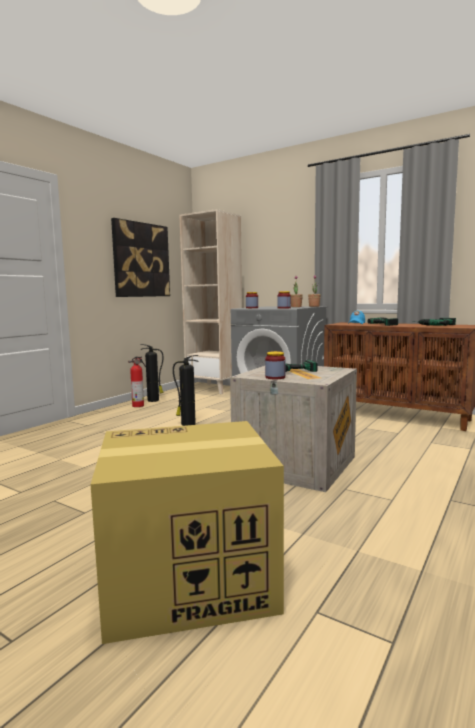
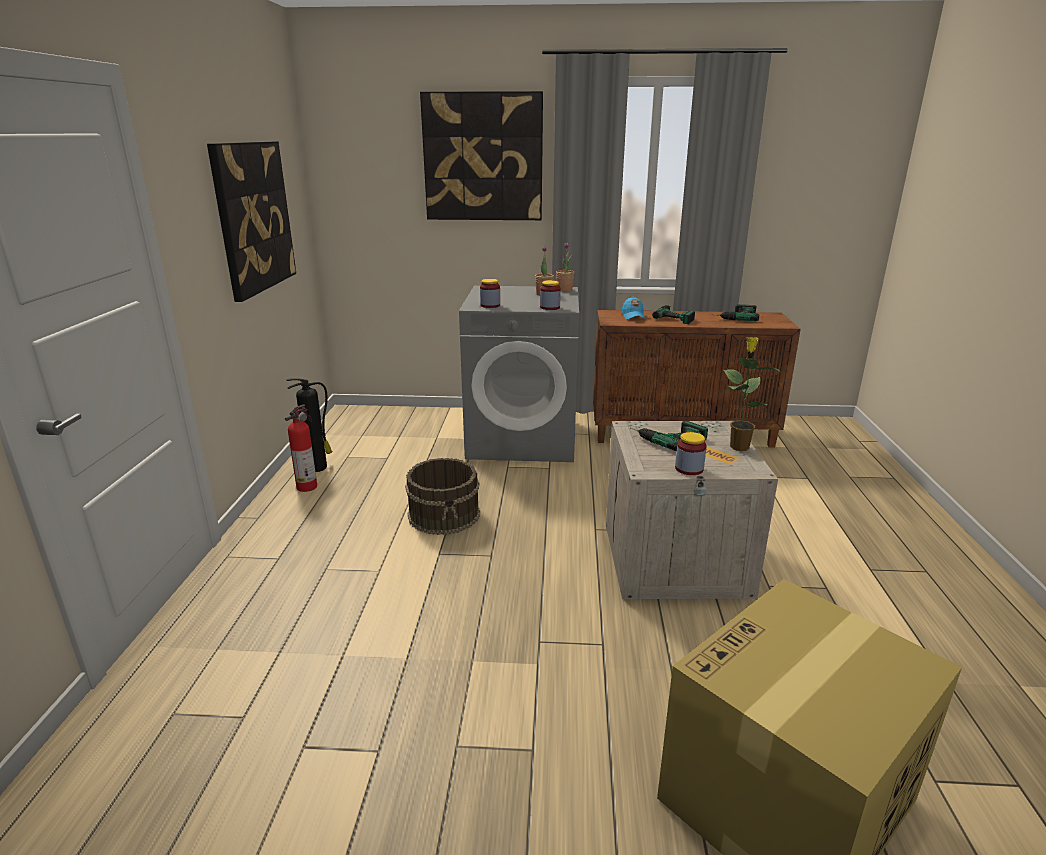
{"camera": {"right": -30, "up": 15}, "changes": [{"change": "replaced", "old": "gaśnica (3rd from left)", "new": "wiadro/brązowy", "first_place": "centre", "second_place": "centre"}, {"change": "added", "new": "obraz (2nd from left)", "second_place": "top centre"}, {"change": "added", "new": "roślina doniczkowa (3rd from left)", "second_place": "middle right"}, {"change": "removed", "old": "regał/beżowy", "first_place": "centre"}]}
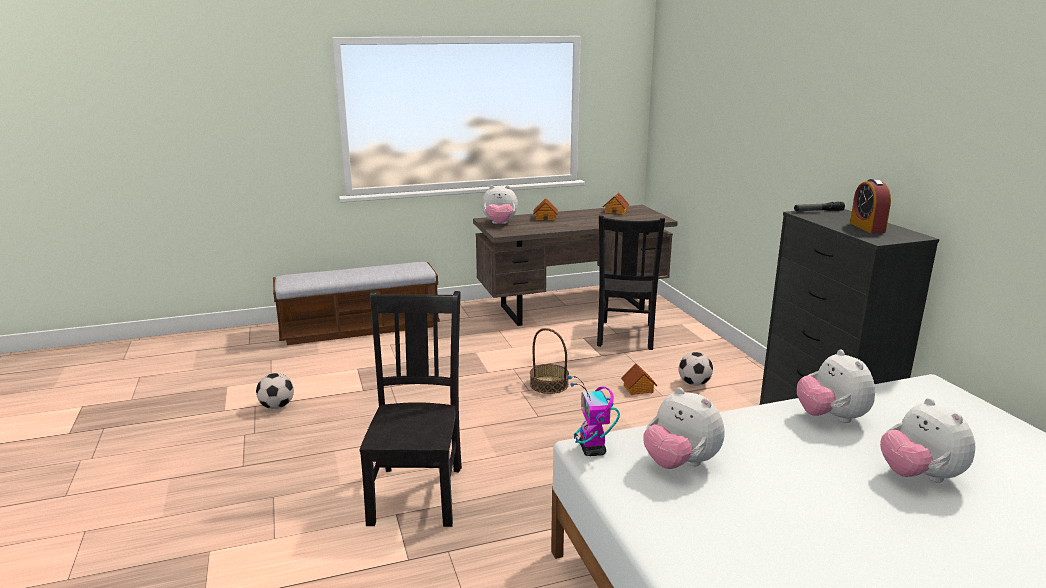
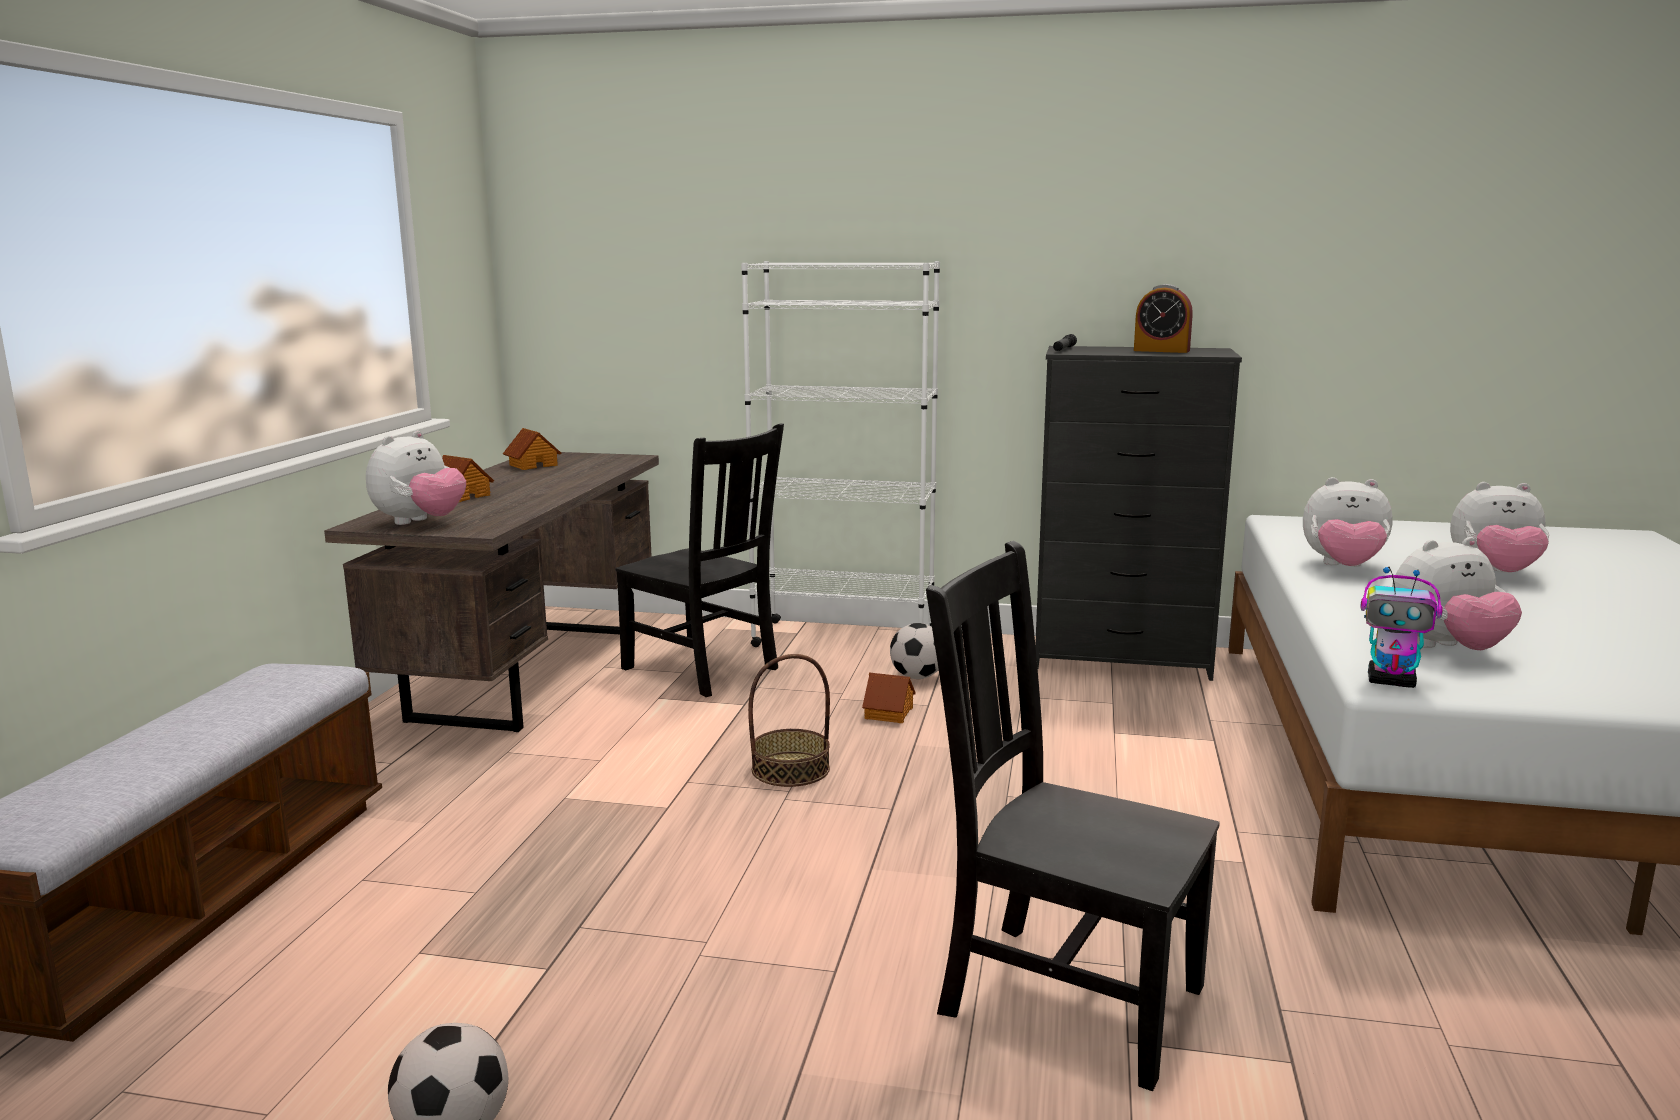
{"camera": {"right": -60, "up": -5}, "changes": [{"change": "added", "new": "regał/biały", "second_place": "centre"}]}
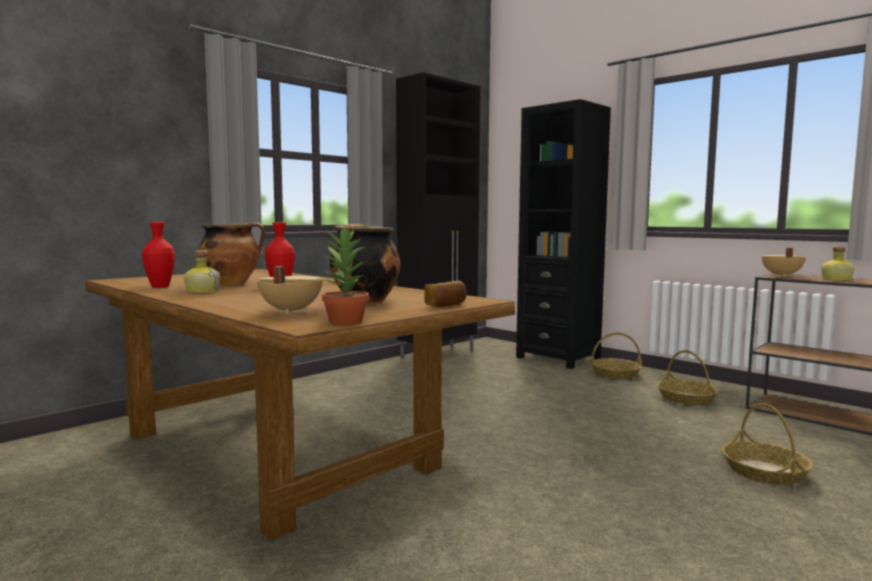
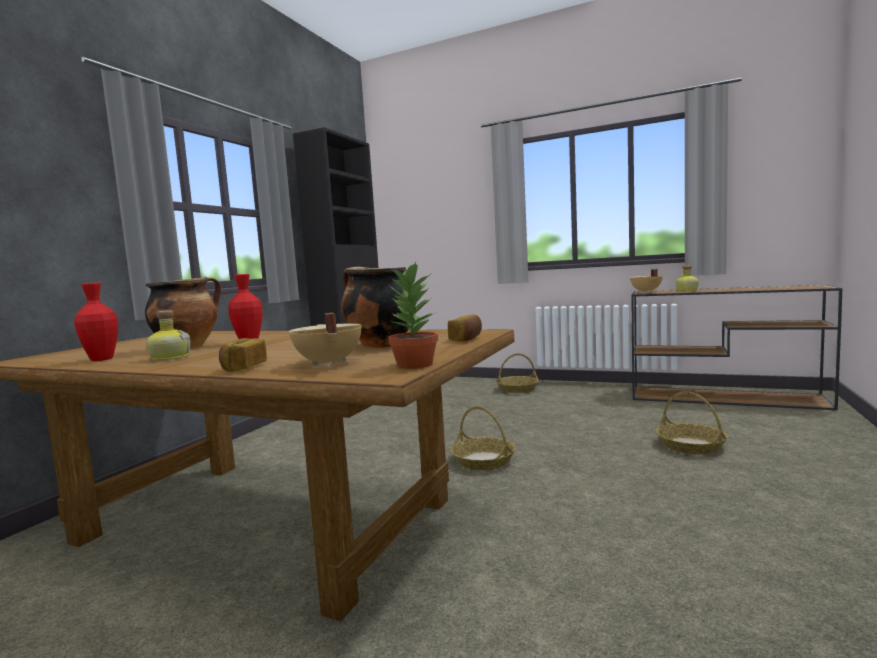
{"camera": {"right": -20, "up": 0}, "changes": [{"change": "added", "new": "chleb (1st from left)", "second_place": "middle left"}, {"change": "moved", "old": "koszyk (2nd from left in the first image)", "new": "koszyk (1st from left)", "first_place": "middle right", "second_place": "centre"}, {"change": "removed", "old": "regał/czarny", "first_place": "centre"}]}
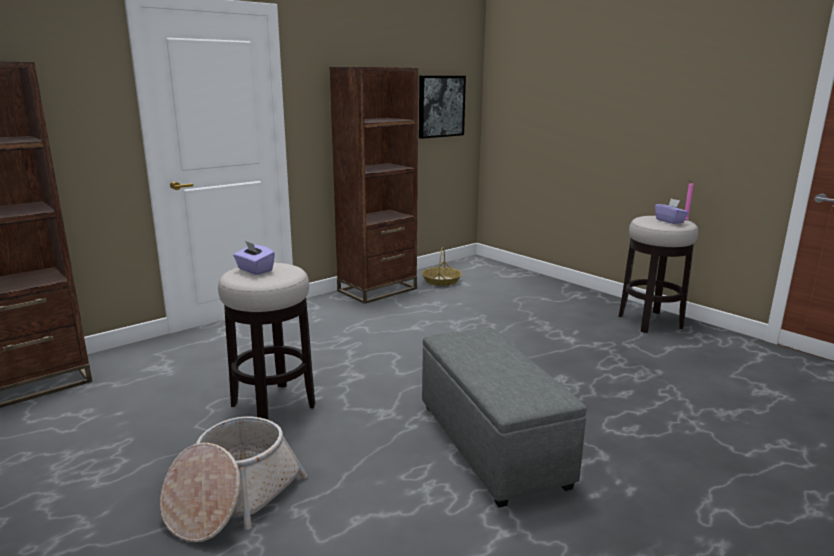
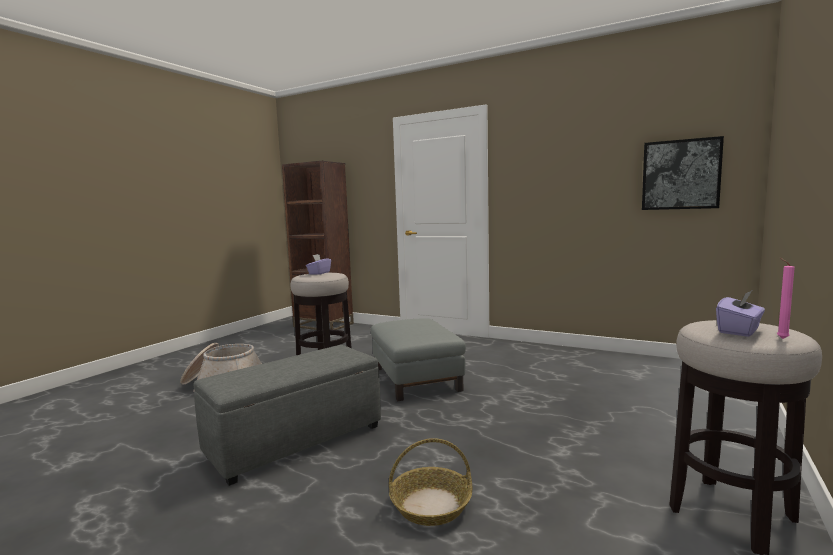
{"camera": {"right": 70, "up": -10}, "changes": [{"change": "added", "new": "pufa/szary (2nd from left)", "second_place": "centre"}, {"change": "moved", "old": "koszyk (2nd from left)", "first_place": "centre", "second_place": "bottom centre"}, {"change": "removed", "old": "regał/brązowy (2nd from left)", "first_place": "top centre"}]}
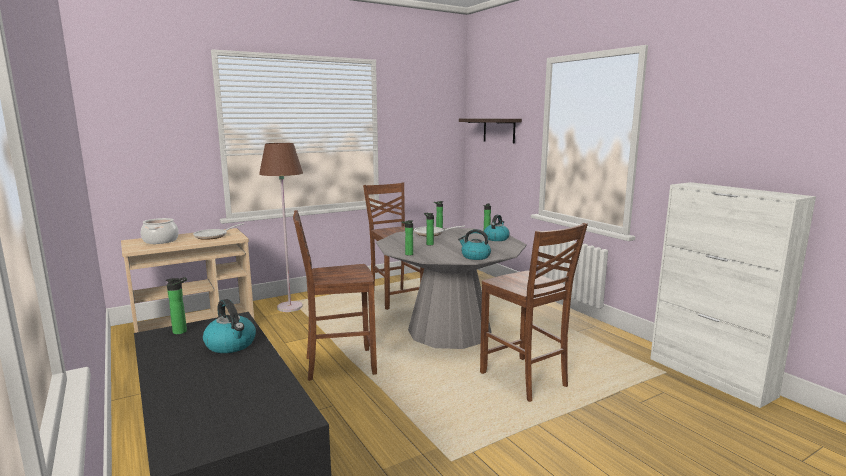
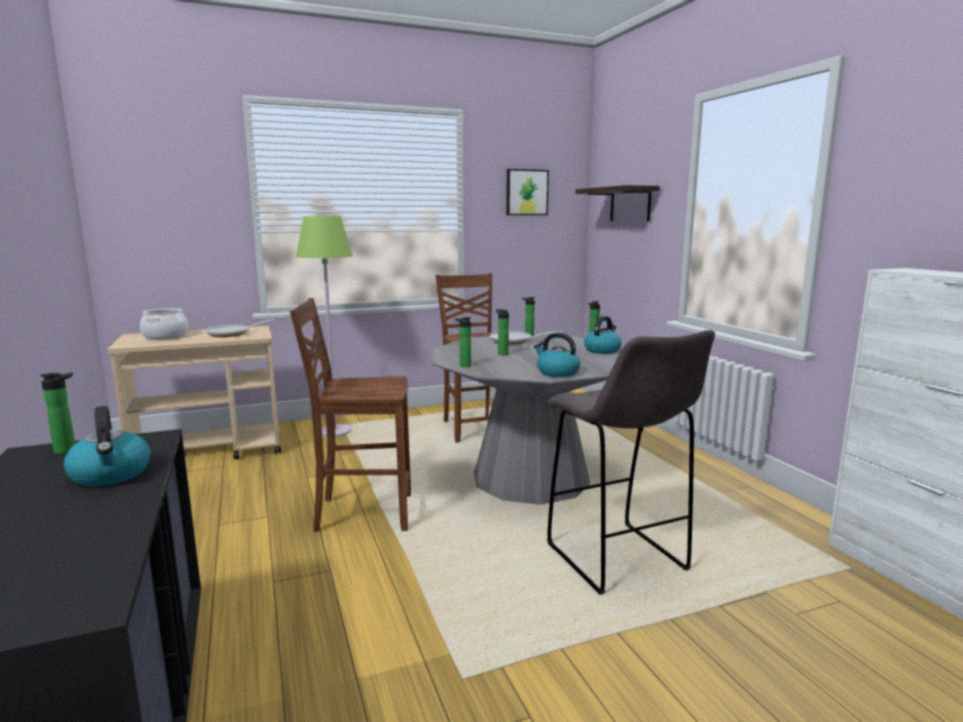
{"camera": {"right": 10, "up": 0}, "changes": [{"change": "recoloured", "old": "lampa stojąca/brązowy", "new": "lampa stojąca/zielony", "first_place": "middle left", "second_place": "centre"}, {"change": "added", "new": "obraz", "second_place": "top centre"}, {"change": "replaced", "old": "krzesło/brązowy (3rd from left)", "new": "stołek/szary", "first_place": "centre", "second_place": "centre"}]}
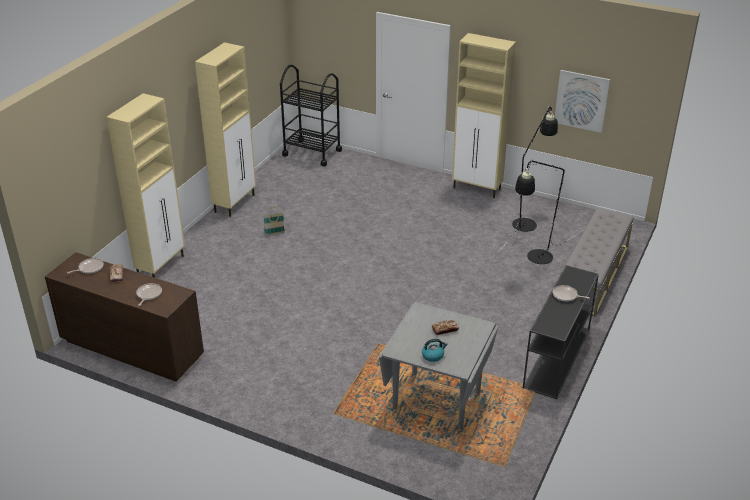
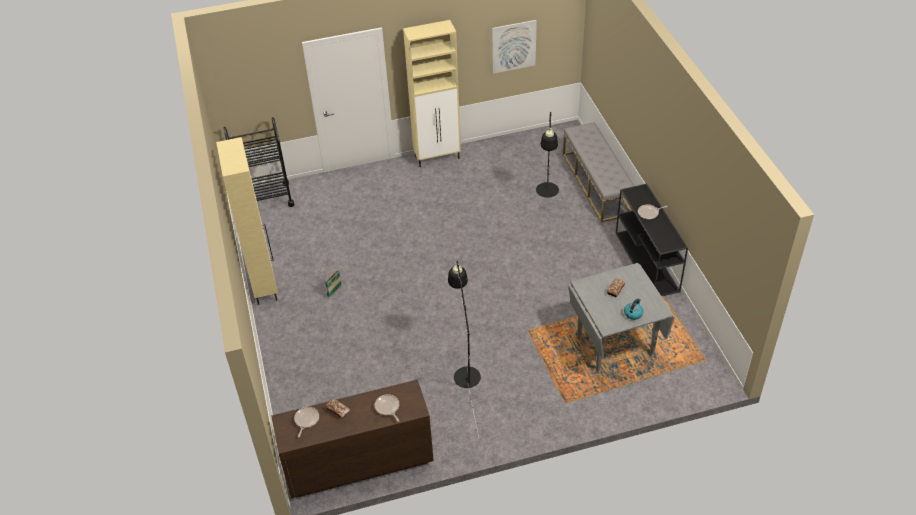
{"camera": {"right": -40, "up": 10}, "changes": [{"change": "moved", "old": "lampa stojąca/czarny (1st from left)", "first_place": "middle right", "second_place": "bottom centre"}, {"change": "removed", "old": "szafka/beżowy (1st from left)", "first_place": "middle left"}]}
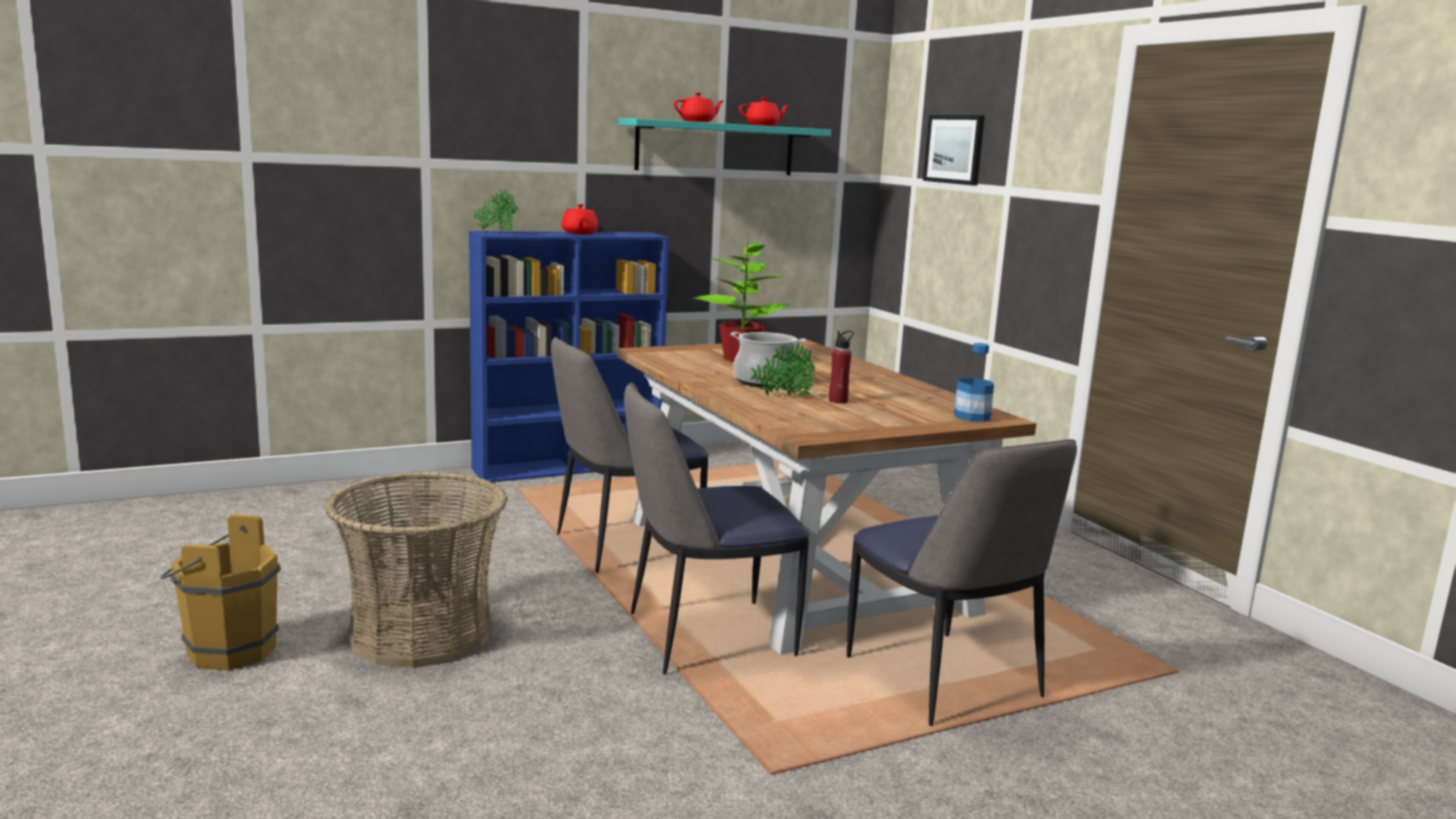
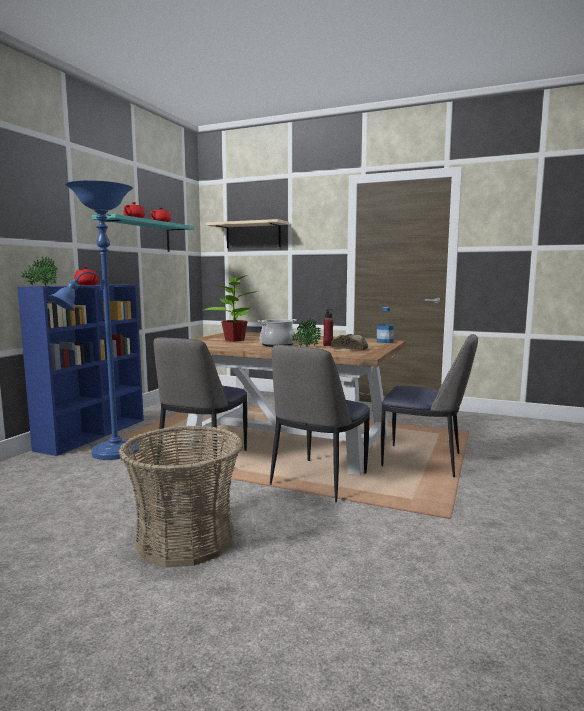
{"camera": {"right": -40, "up": -5}, "changes": [{"change": "added", "new": "lampa stojąca/niebieski", "second_place": "middle left"}, {"change": "replaced", "old": "obraz", "new": "półka/beżowy", "first_place": "top centre", "second_place": "top centre"}, {"change": "added", "new": "chleb", "second_place": "centre"}, {"change": "removed", "old": "wiadro/brązowy", "first_place": "bottom left"}]}
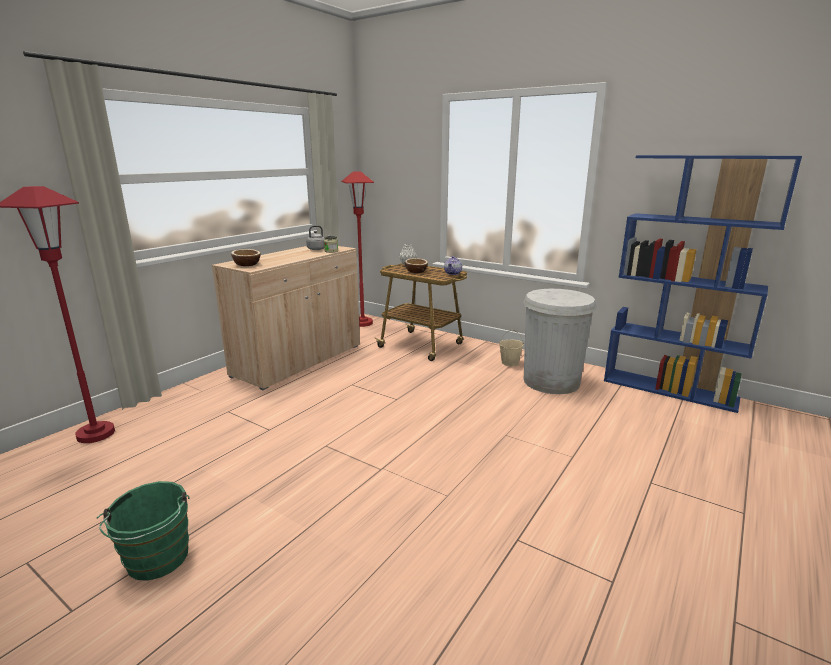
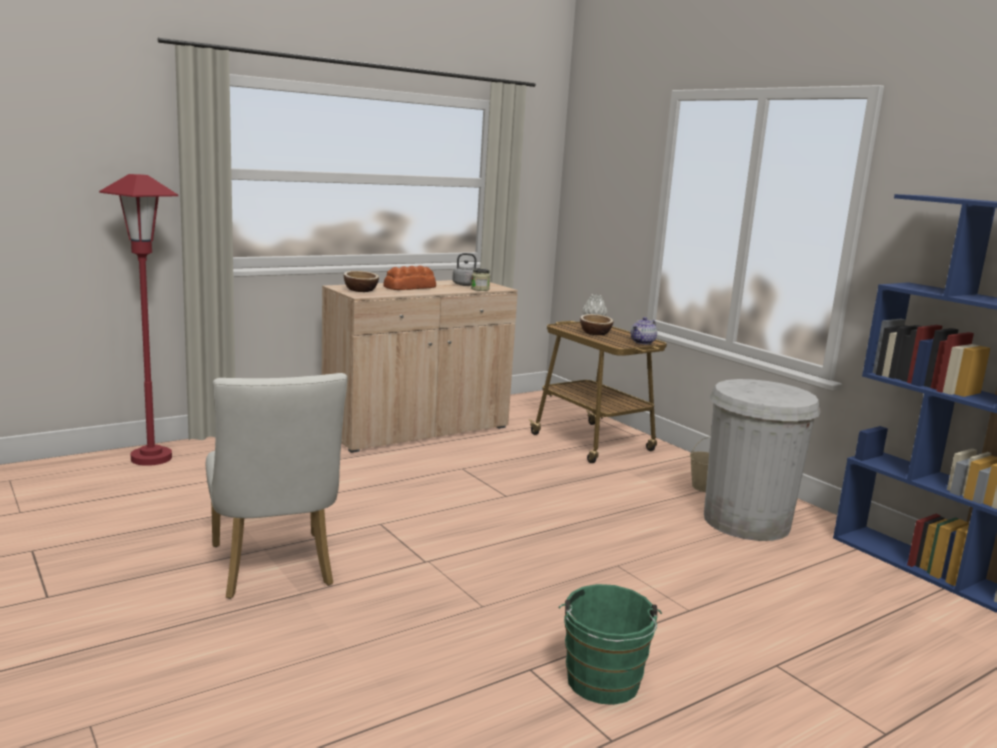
{"camera": {"right": 20, "up": -5}, "changes": [{"change": "added", "new": "krzesło/biały", "second_place": "middle left"}, {"change": "added", "new": "chleb", "second_place": "centre"}, {"change": "moved", "old": "wiadro/zielony", "first_place": "bottom left", "second_place": "bottom centre"}, {"change": "removed", "old": "lampa stojąca/czerwony (2nd from left)", "first_place": "centre"}]}
